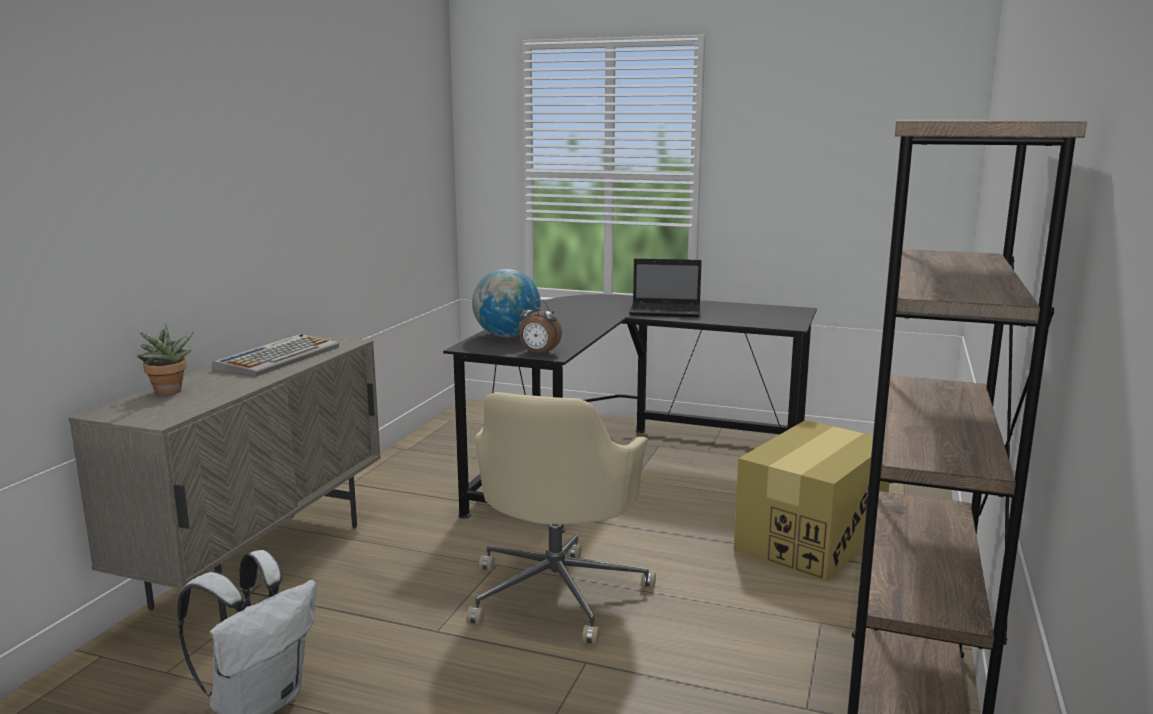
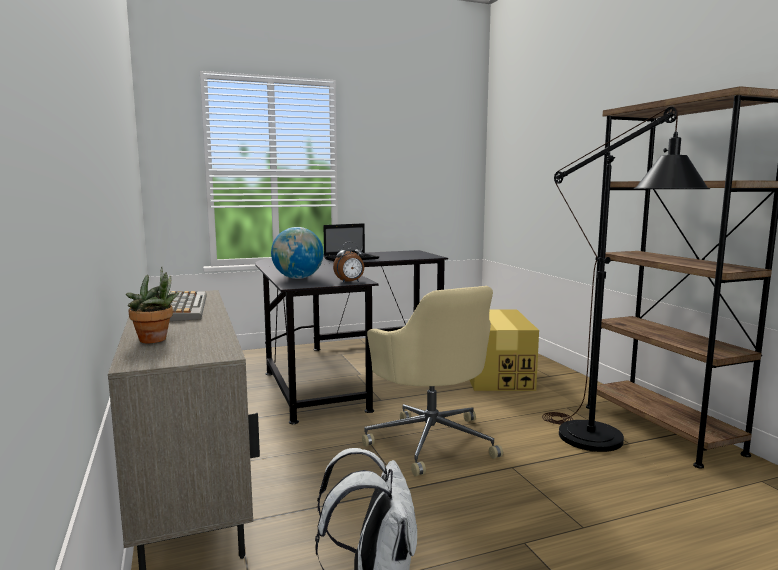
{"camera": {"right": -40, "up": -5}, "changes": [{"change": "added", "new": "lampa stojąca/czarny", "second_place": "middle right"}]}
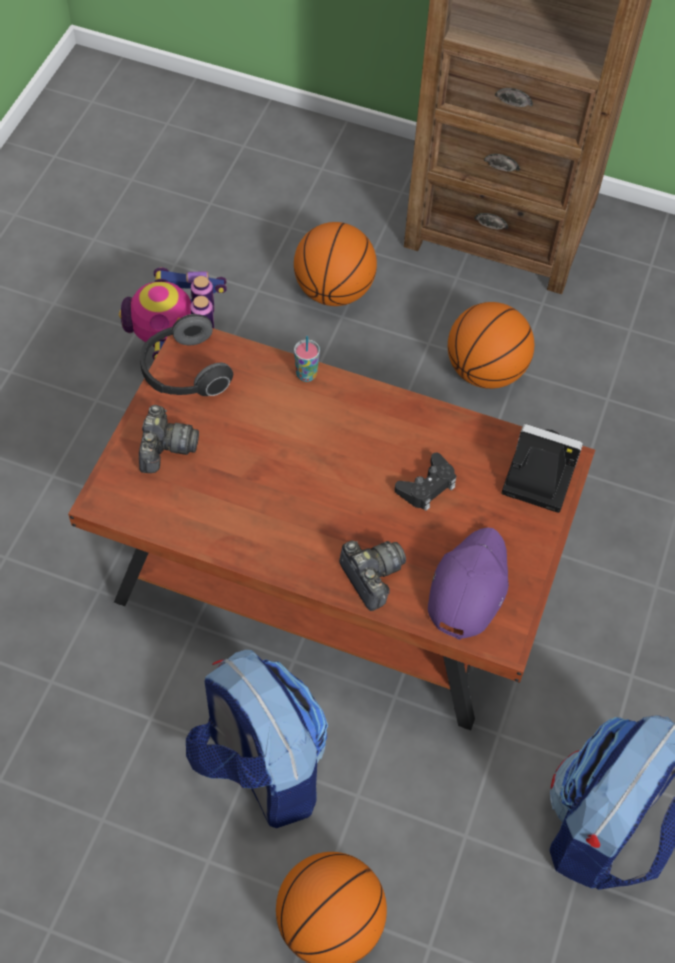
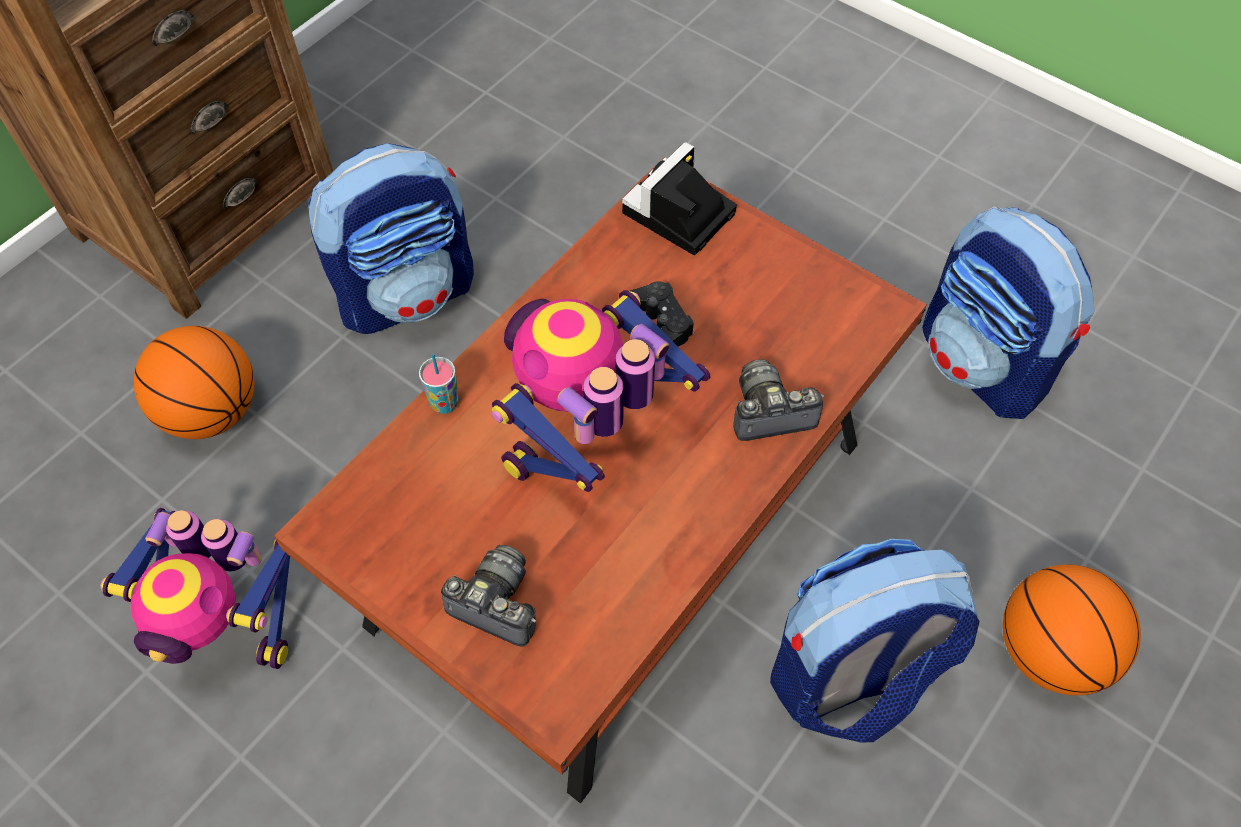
{"camera": {"right": -70, "up": 0}, "changes": [{"change": "replaced", "old": "piłka do koszykówki (3rd from left)", "new": "plecak (1st from left)", "first_place": "middle right", "second_place": "top left"}, {"change": "added", "new": "robot zabawkowy (2nd from left)", "second_place": "centre"}, {"change": "removed", "old": "słuchawki", "first_place": "middle left"}, {"change": "removed", "old": "czapka z daszkiem/fioletowy", "first_place": "middle right"}]}
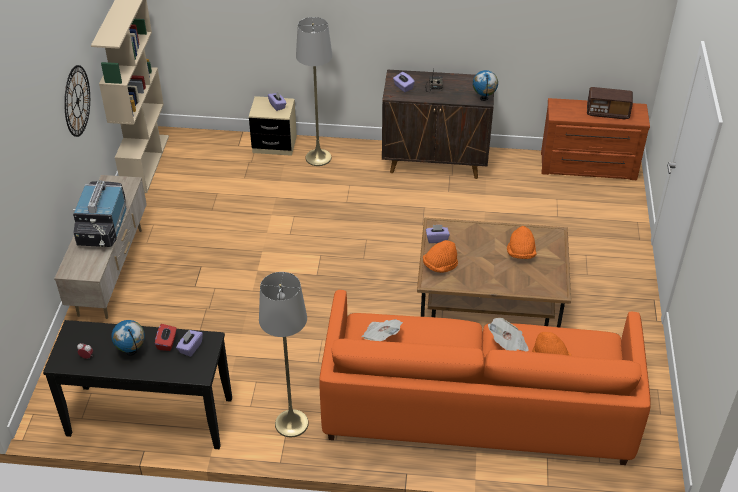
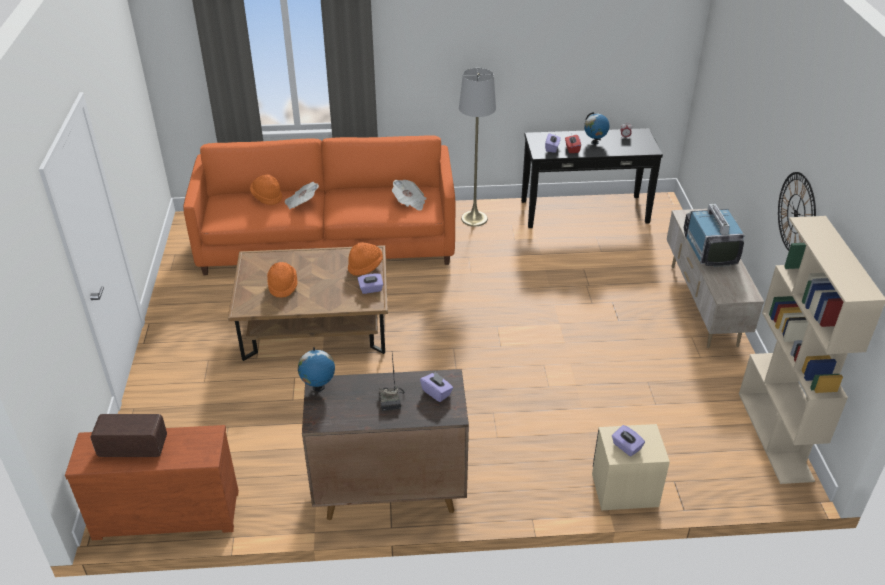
{"camera": {"right": 170, "up": -5}, "changes": [{"change": "removed", "old": "lampa stojąca/szary (2nd from left)", "first_place": "top centre"}]}
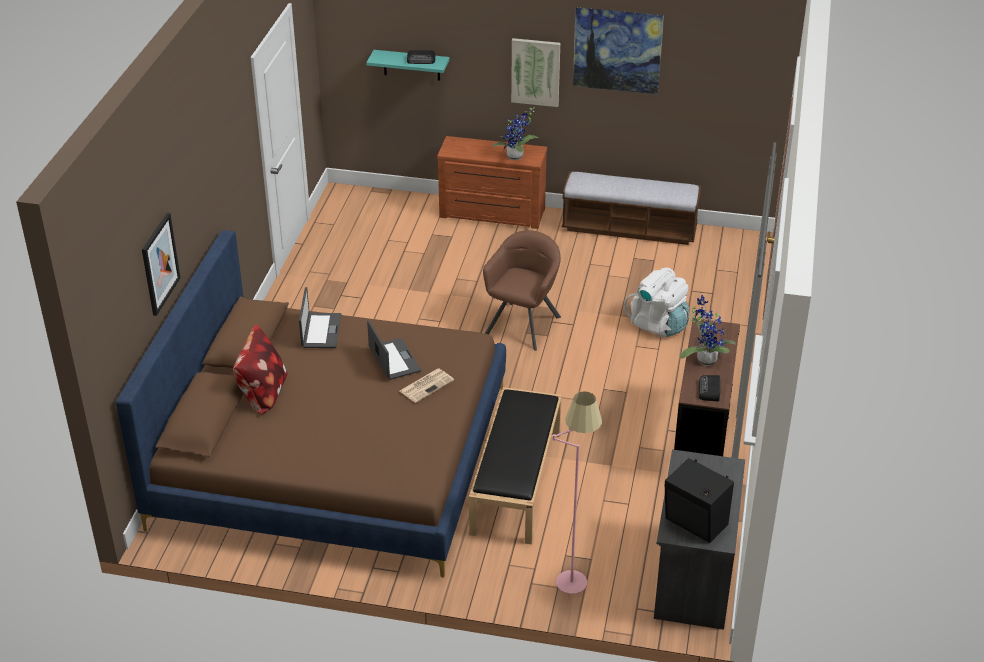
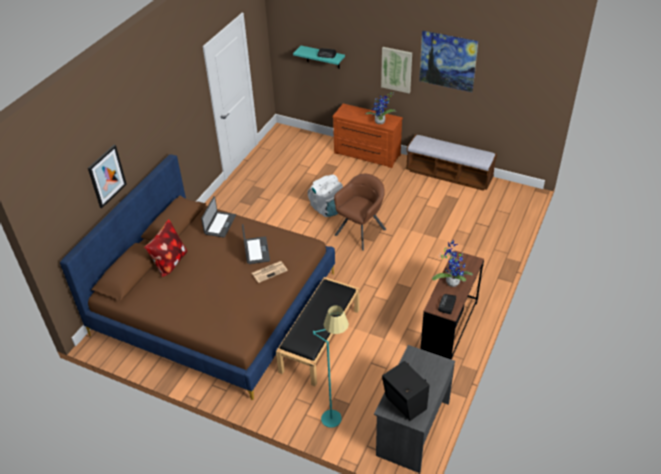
{"camera": {"right": 15, "up": 5}, "changes": [{"change": "moved", "old": "plecak/biały", "first_place": "middle right", "second_place": "centre"}, {"change": "recoloured", "old": "lampa stojąca/różowy", "new": "lampa stojąca/turkusowy", "first_place": "bottom centre", "second_place": "bottom centre"}]}
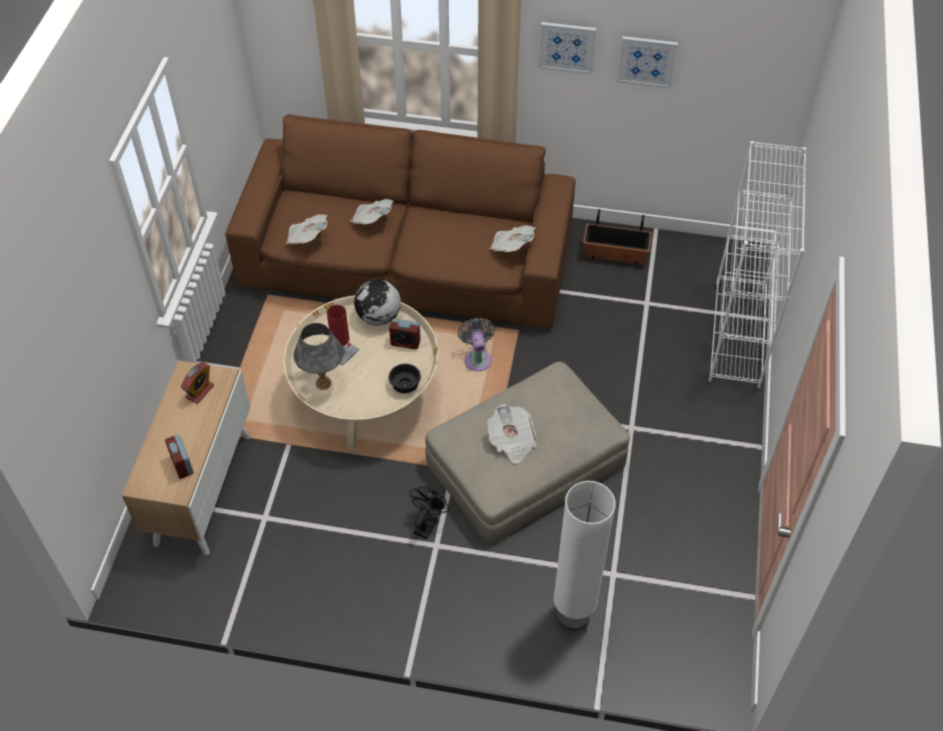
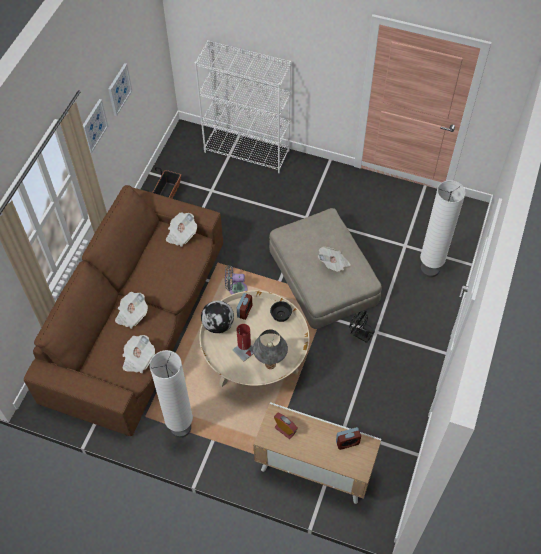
{"camera": {"right": -80, "up": 5}, "changes": [{"change": "added", "new": "lampa stojąca/biały (1st from left)", "second_place": "bottom left"}]}
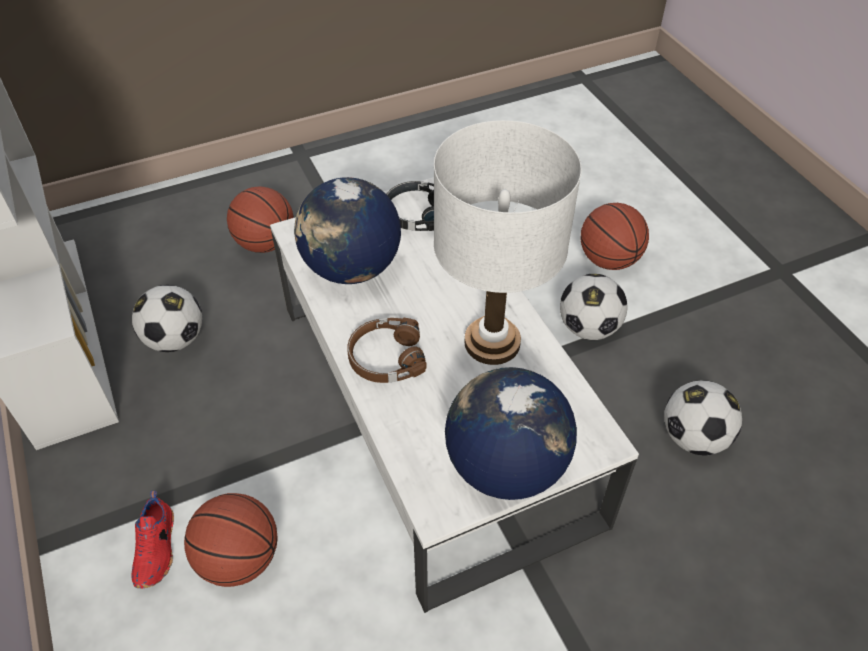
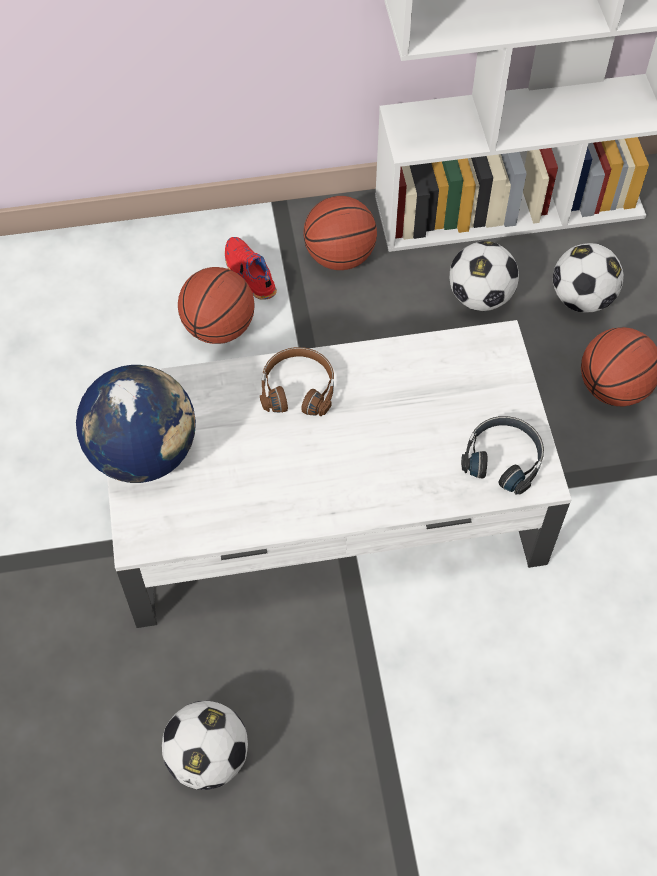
{"camera": {"right": 105, "up": 10}, "changes": [{"change": "turned", "old": "but/czerwony", "first_place": "bottom left", "second_place": "top centre", "degrees": 45}, {"change": "moved", "old": "piłka do koszykówki (3rd from left in the first image)", "new": "piłka do koszykówki (2nd from left)", "first_place": "middle right", "second_place": "top centre"}, {"change": "moved", "old": "piłka futbolowa (2nd from left in the first image)", "new": "piłka futbolowa (3rd from left)", "first_place": "middle right", "second_place": "top right"}, {"change": "removed", "old": "globus (1st from left)", "first_place": "centre"}, {"change": "removed", "old": "lampa stołowa/biały", "first_place": "centre"}]}
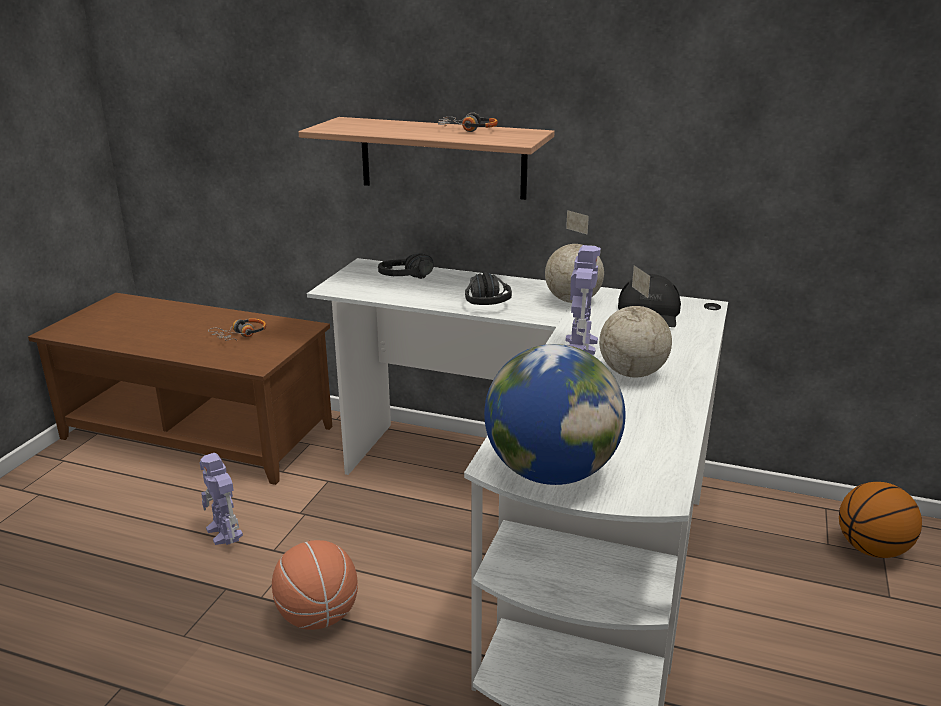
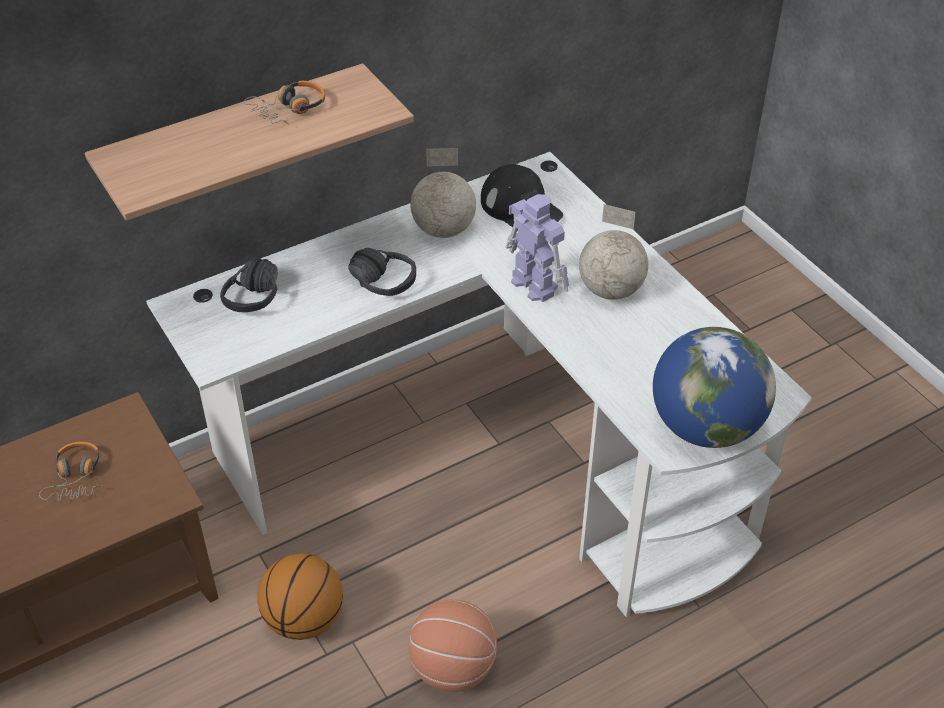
{"camera": {"right": -50, "up": 20}, "changes": [{"change": "moved", "old": "piłka do koszykówki (2nd from left in the first image)", "new": "piłka do koszykówki (1st from left)", "first_place": "bottom right", "second_place": "bottom left"}, {"change": "removed", "old": "robot zabawkowy (1st from left)", "first_place": "bottom left"}]}
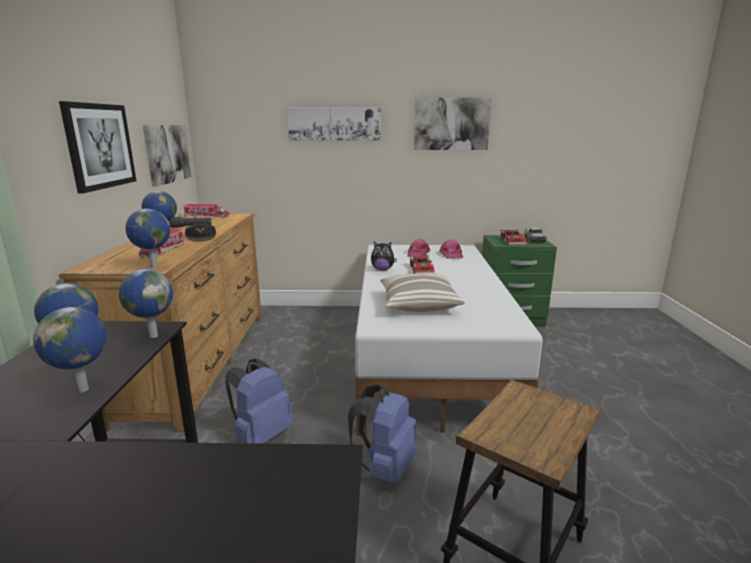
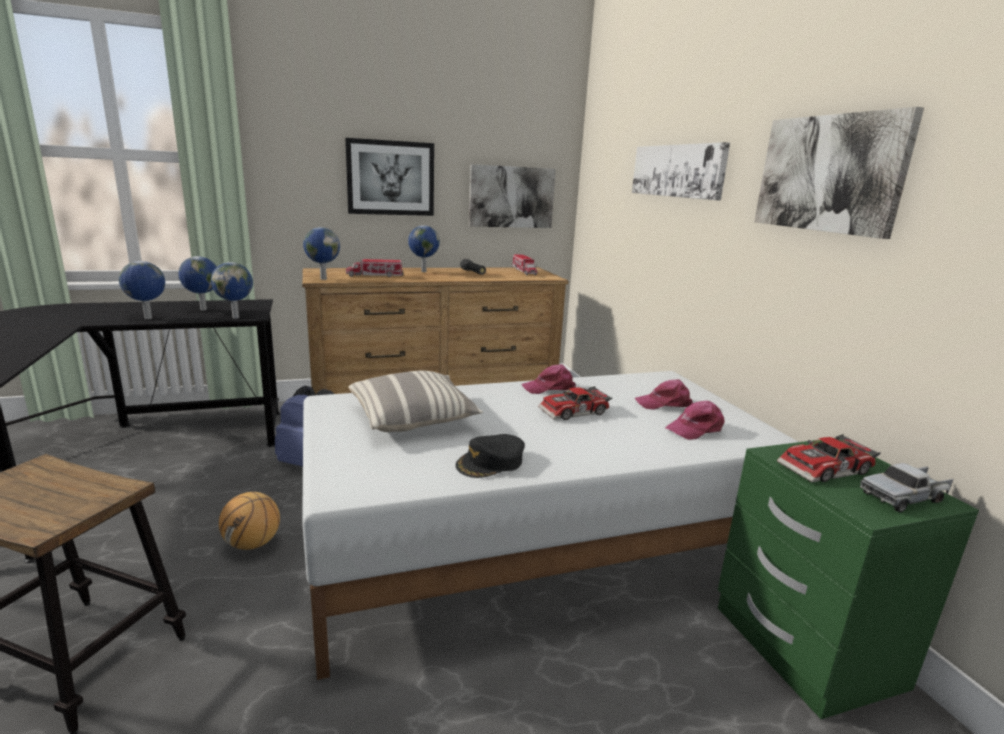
{"camera": {"right": 70, "up": 0}, "changes": [{"change": "replaced", "old": "plecak/niebieski (2nd from left)", "new": "piłka do koszykówki", "first_place": "bottom centre", "second_place": "bottom left"}, {"change": "moved", "old": "czapka z daszkiem/czarny", "first_place": "middle left", "second_place": "centre"}, {"change": "replaced", "old": "pluszak", "new": "czapka z daszkiem/różowy (1st from left)", "first_place": "centre", "second_place": "centre"}]}
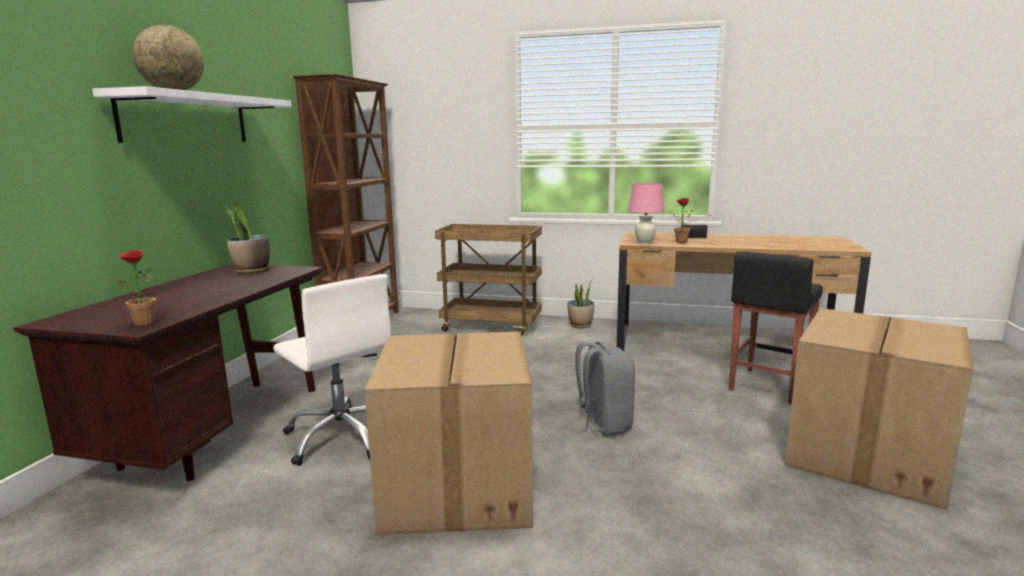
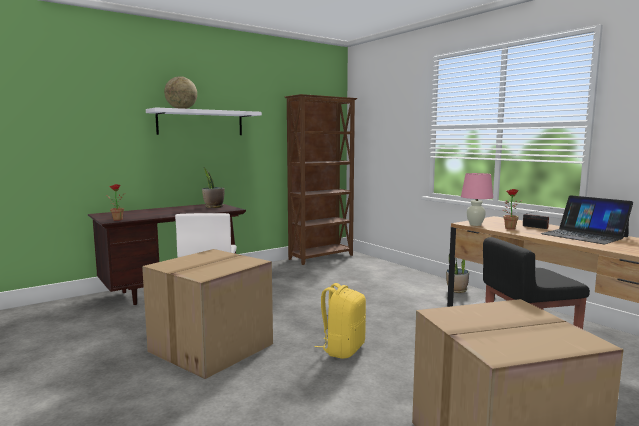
{"camera": {"right": 40, "up": -5}, "changes": [{"change": "recoloured", "old": "plecak/szary", "new": "plecak/żółty", "first_place": "bottom centre", "second_place": "bottom centre"}, {"change": "added", "new": "laptop", "second_place": "middle right"}, {"change": "removed", "old": "wózek/brązowy", "first_place": "centre"}]}
